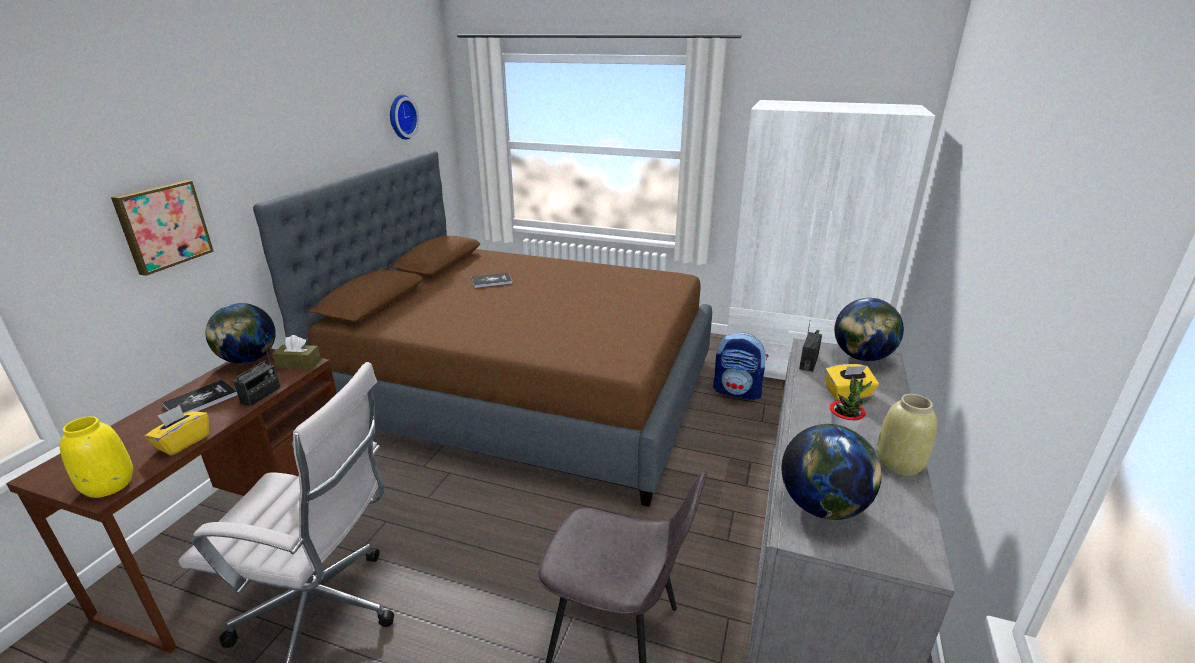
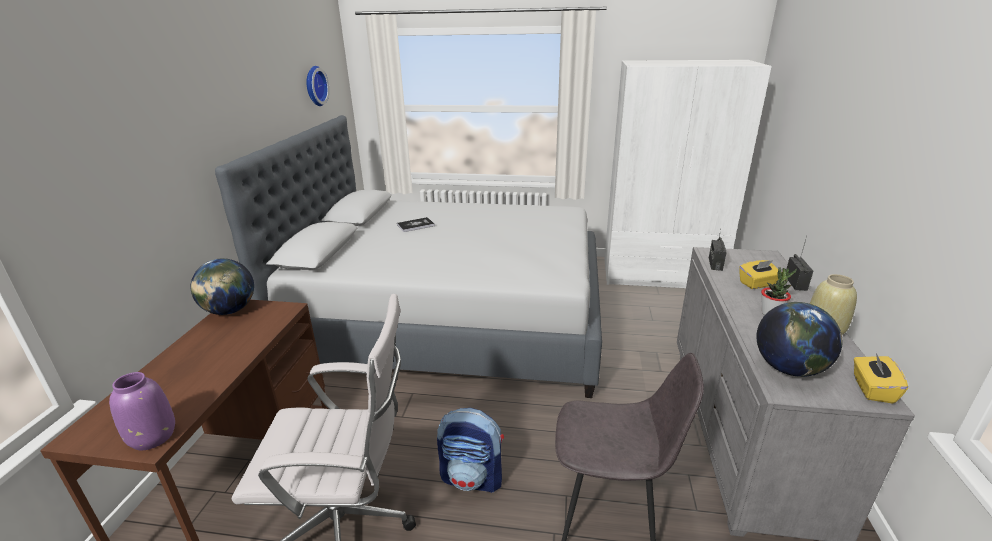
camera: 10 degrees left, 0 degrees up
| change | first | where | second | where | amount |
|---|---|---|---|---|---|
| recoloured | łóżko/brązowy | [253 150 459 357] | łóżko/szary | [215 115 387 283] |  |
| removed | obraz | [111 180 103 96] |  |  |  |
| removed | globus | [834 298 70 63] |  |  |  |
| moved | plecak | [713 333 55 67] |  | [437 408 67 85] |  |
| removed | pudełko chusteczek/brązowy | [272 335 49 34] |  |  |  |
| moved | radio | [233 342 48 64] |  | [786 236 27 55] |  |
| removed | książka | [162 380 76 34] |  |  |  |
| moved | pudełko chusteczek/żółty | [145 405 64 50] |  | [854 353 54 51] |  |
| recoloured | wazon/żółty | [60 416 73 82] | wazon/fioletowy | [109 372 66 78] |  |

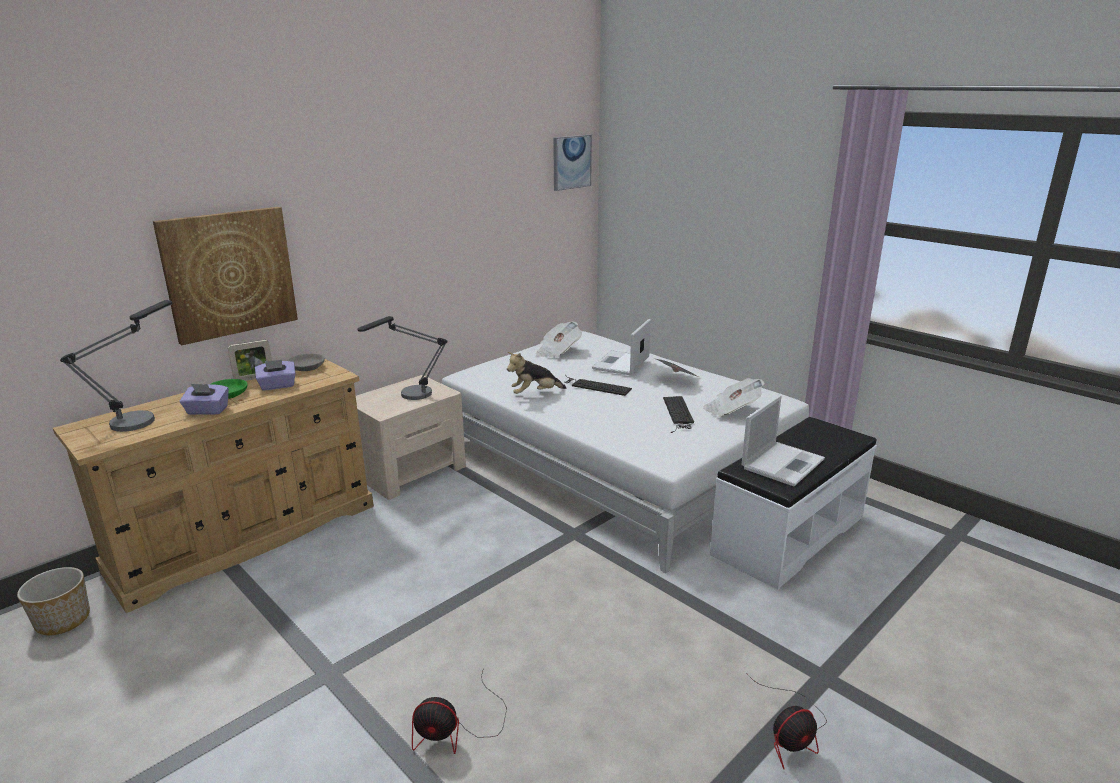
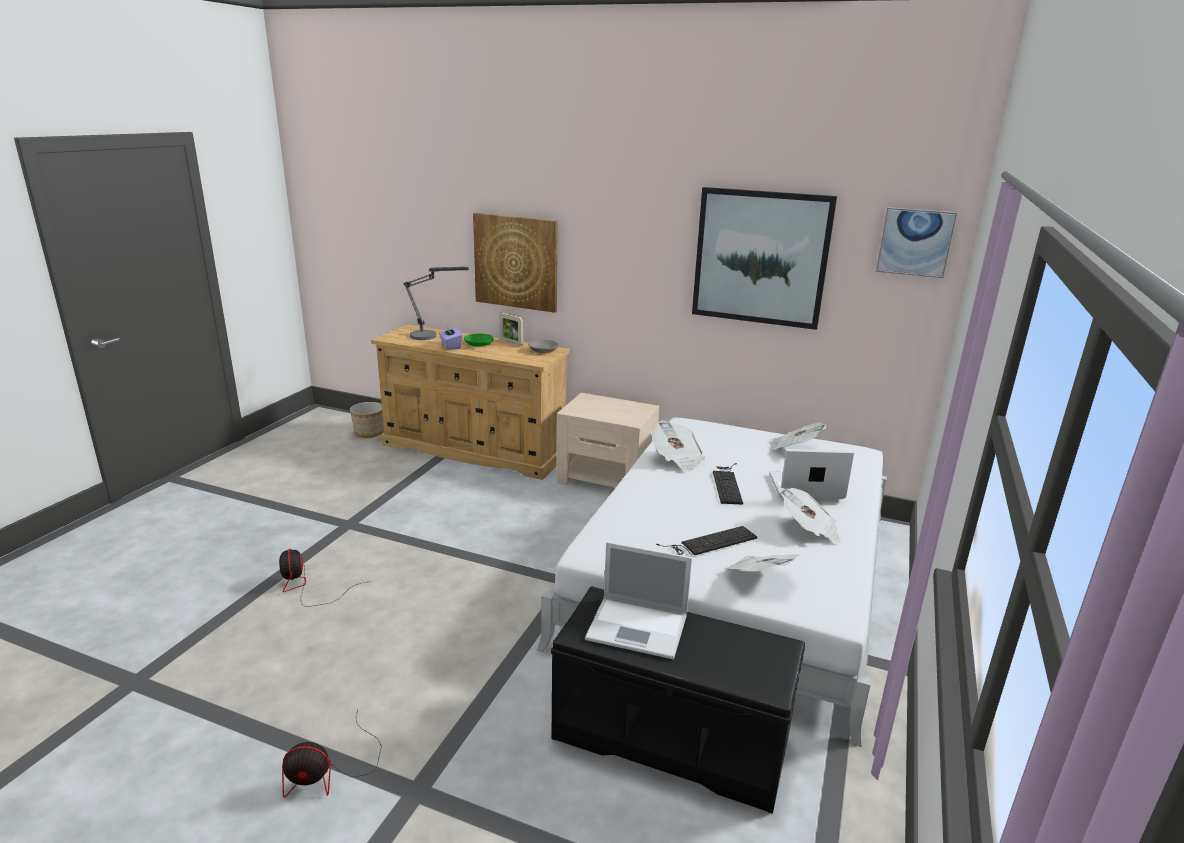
camera: 65 degrees right, 0 degrees up
| change | first | where | second | where | amount |
|---|---|---|---|---|---|
| removed | lampa stołowa | [357 316 90 84] |  |  |  |
| replaced | pluszak | [507 352 60 42] | gazeta | [651 421 54 51] |  |
| removed | pudełko chusteczek/fioletowy | [255 360 41 31] |  |  |  |
| recoloured | ławka/biały | [710 417 167 173] | ławka/czarny | [551 586 254 228] |  |
| turned | wentylator | [746 673 81 96] |  | [282 710 100 88] | 45 degrees counterclockwise |
| added |  |  | obraz | [692 187 145 143] |  |

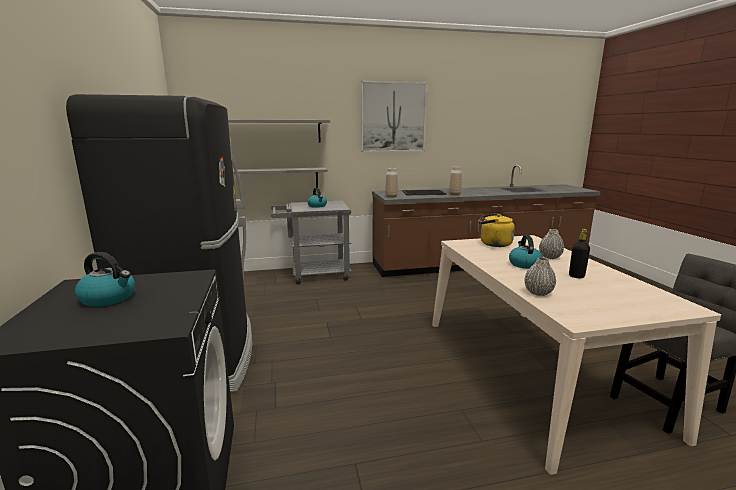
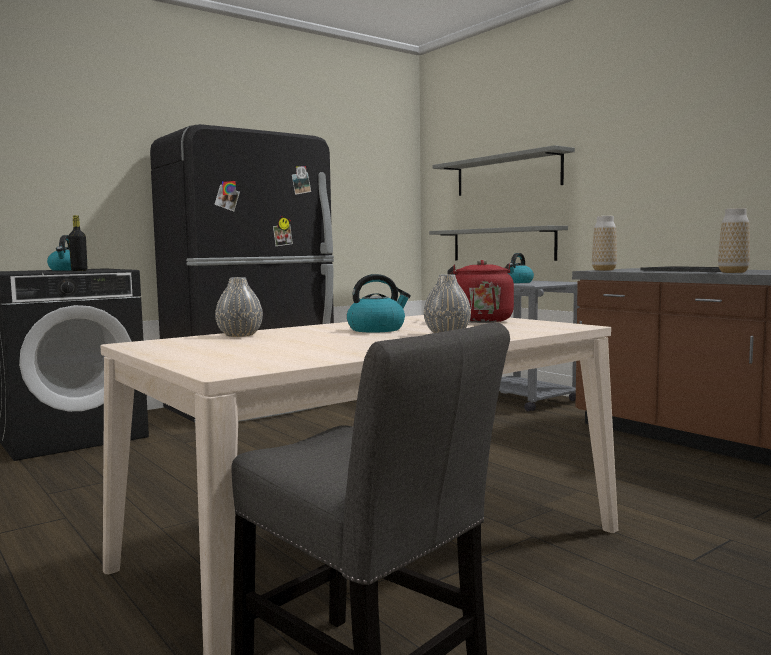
camera: 65 degrees right, 10 degrees down
| change | first | where | second | where | amount |
|---|---|---|---|---|---|
| removed | obraz | [361 81 66 71] |  |  |  |
| recoloured | czajnik/żółty | [479 213 36 34] | czajnik/czerwony | [447 260 67 63] |  |
| moved | butelka/czarny | [569 229 21 49] |  | [68 215 19 56] |  |

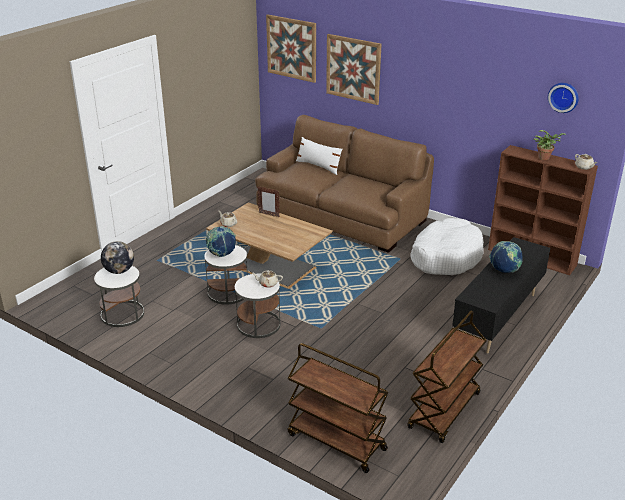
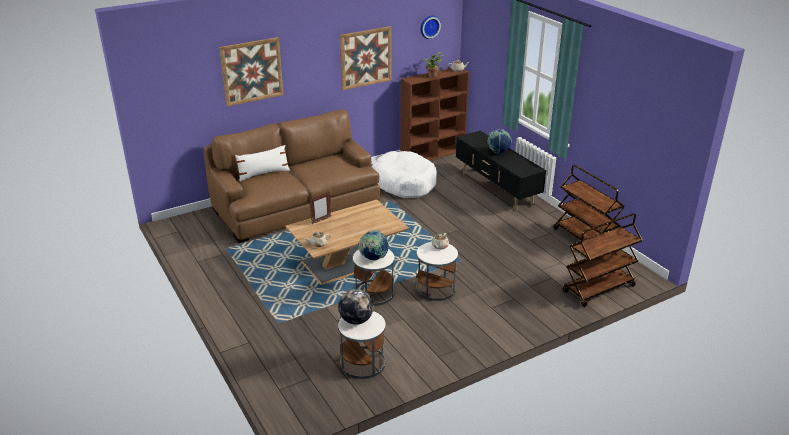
camera: 65 degrees left, 0 degrees up
| change | first | where | second | where | amount |
|---|---|---|---|---|---|
| moved | obraz | [266 14 50 69] |  | [340 26 52 64] |  |

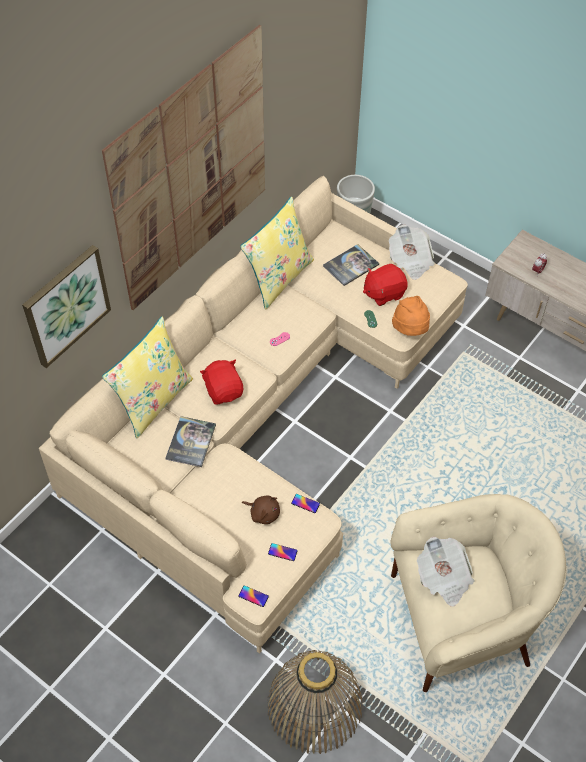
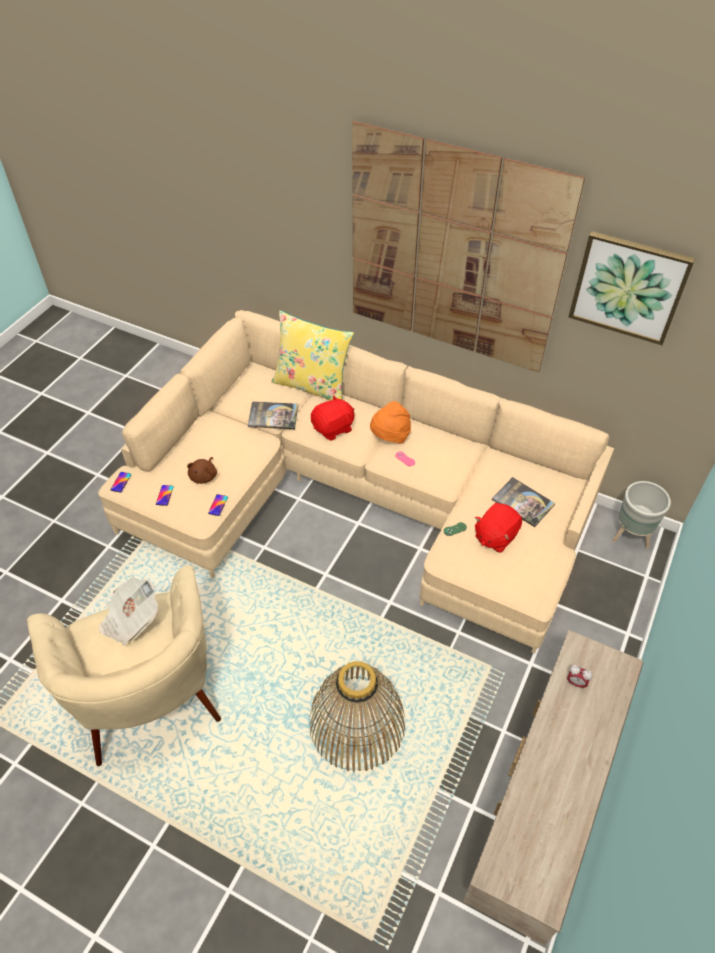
camera: 80 degrees right, 5 degrees down
| change | first | where | second | where | amount |
|---|---|---|---|---|---|
| removed | poduszka/żółty | [240 196 74 114] |  |  |  |
| removed | gazeta | [389 224 46 56] |  |  |  |
| moved | obraz | [22 245 89 123] |  | [569 231 126 114] |  |
| turned | pluszak/czerwony | [363 264 45 42] |  | [475 503 47 50] | 105 degrees counterclockwise |
| moved | kapelusz/pomarańczowy | [392 296 38 40] |  | [370 401 41 43] |  |
| moved | koszyk | [267 650 95 104] |  | [309 661 96 111] |  |

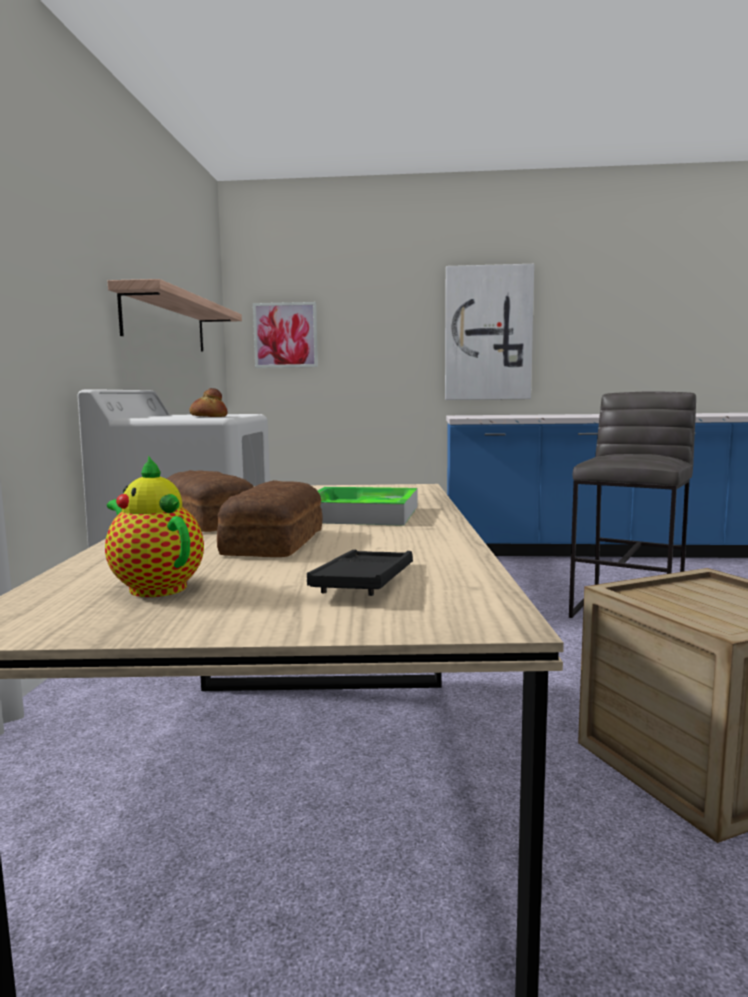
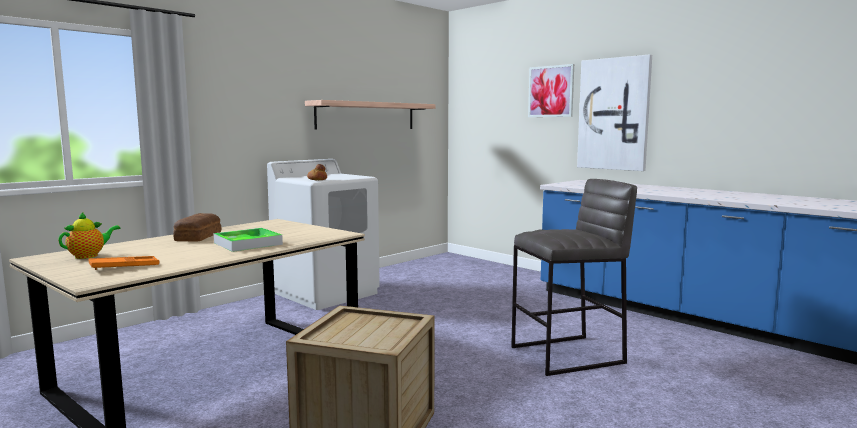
camera: 40 degrees right, 0 degrees up
| change | first | where | second | where | amount |
|---|---|---|---|---|---|
| moved | obraz | [253 302 65 66] |  | [528 64 46 53] |  |
| turned | imbryk | [105 456 99 141] |  | [58 212 62 47] | 45 degrees clockwise |
| removed | chleb | [217 480 106 77] |  |  |  |
| recoloured | taca/czarny | [307 550 106 46] | taca/pomarańczowy | [89 256 70 14] |  |

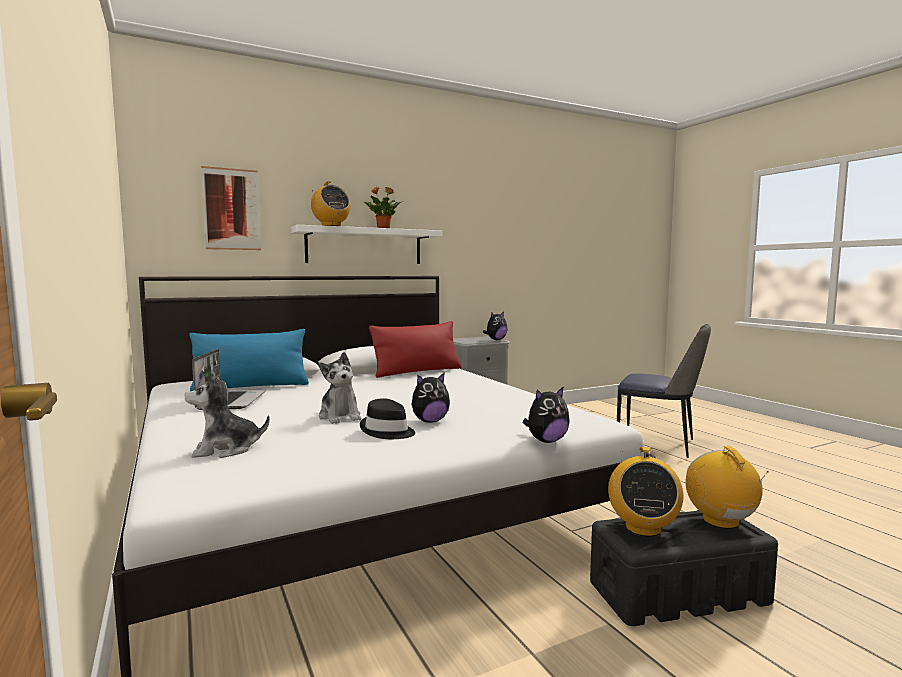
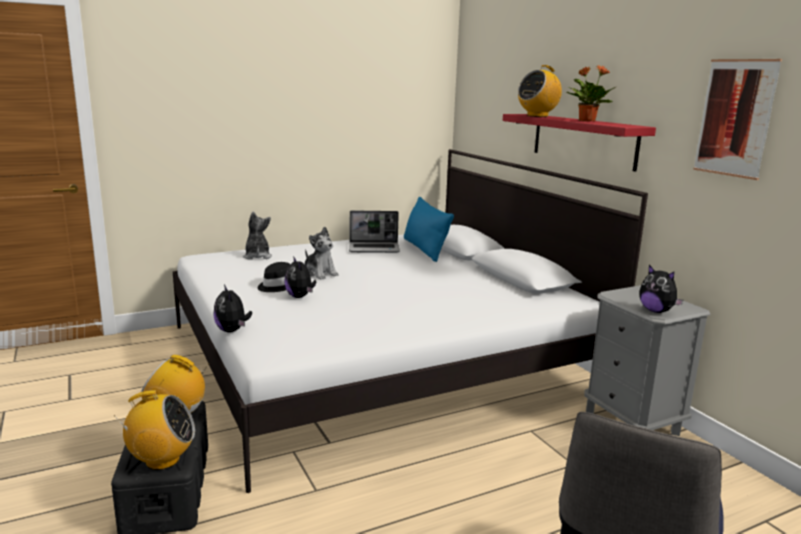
camera: 90 degrees right, 10 degrees up
| change | first | where | second | where | amount |
|---|---|---|---|---|---|
| moved | obraz | [201 166 60 84] |  | [693 59 89 121] |  |
| recoloured | półka/biały | [291 225 152 39] | półka/czerwony | [503 114 153 58] |  |
| removed | poduszka/czerwony | [369 321 92 57] |  |  |  |
| turned | pluszak | [319 352 42 72] |  | [304 227 35 52] | 105 degrees counterclockwise |

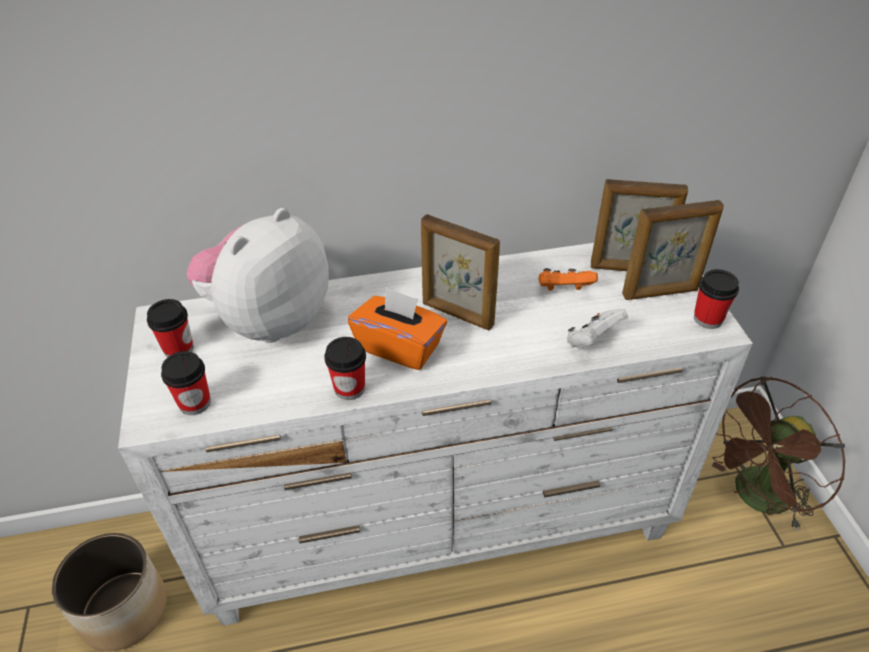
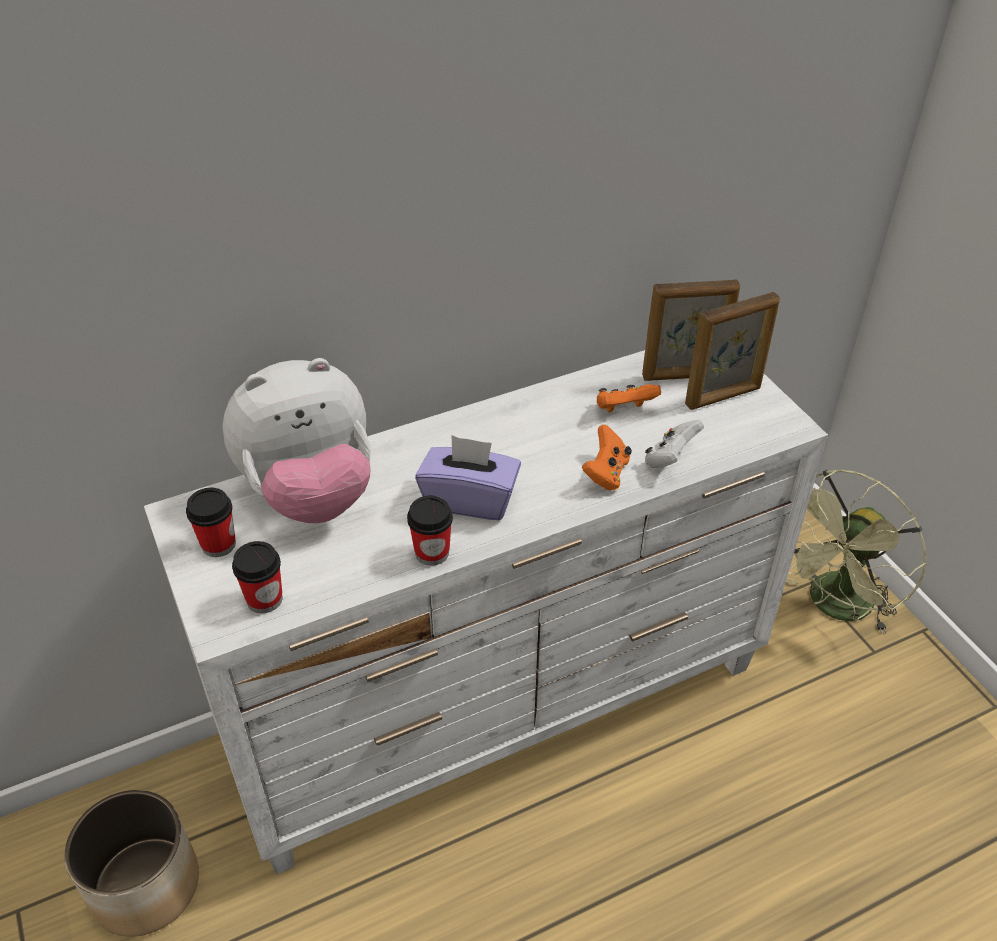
camera: 15 degrees left, 0 degrees up
| change | first | where | second | where | amount |
|---|---|---|---|---|---|
| turned | pluszak | [187 208 142 135] |  | [223 358 148 165] | 135 degrees counterclockwise |
| removed | ramka na zdjęcie | [421 214 79 117] |  |  |  |
| removed | filiżanka | [694 269 45 60] |  |  |  |
| recoloured | pudełko chusteczek/pomarańczowy | [348 287 99 83] | pudełko chusteczek/fioletowy | [415 435 106 85] |  |
| recoloured | wentylator/brązowy | [712 376 133 155] | wentylator/zielony | [786 469 141 164] |  |
| added |  |  | pad do gier/pomarańczowy | [582 425 50 66] |  |

